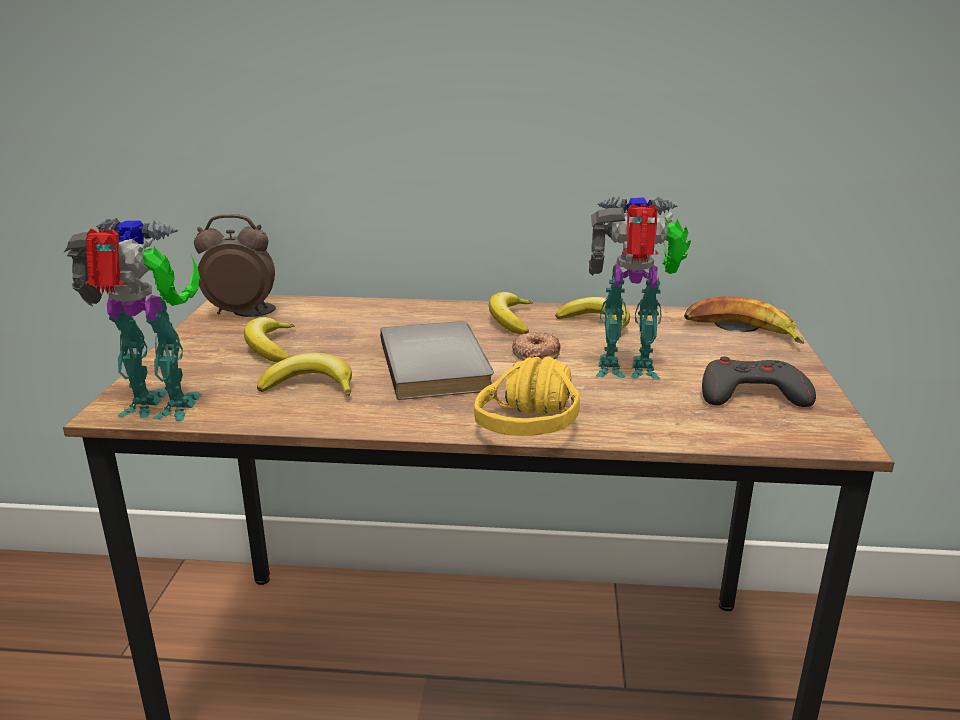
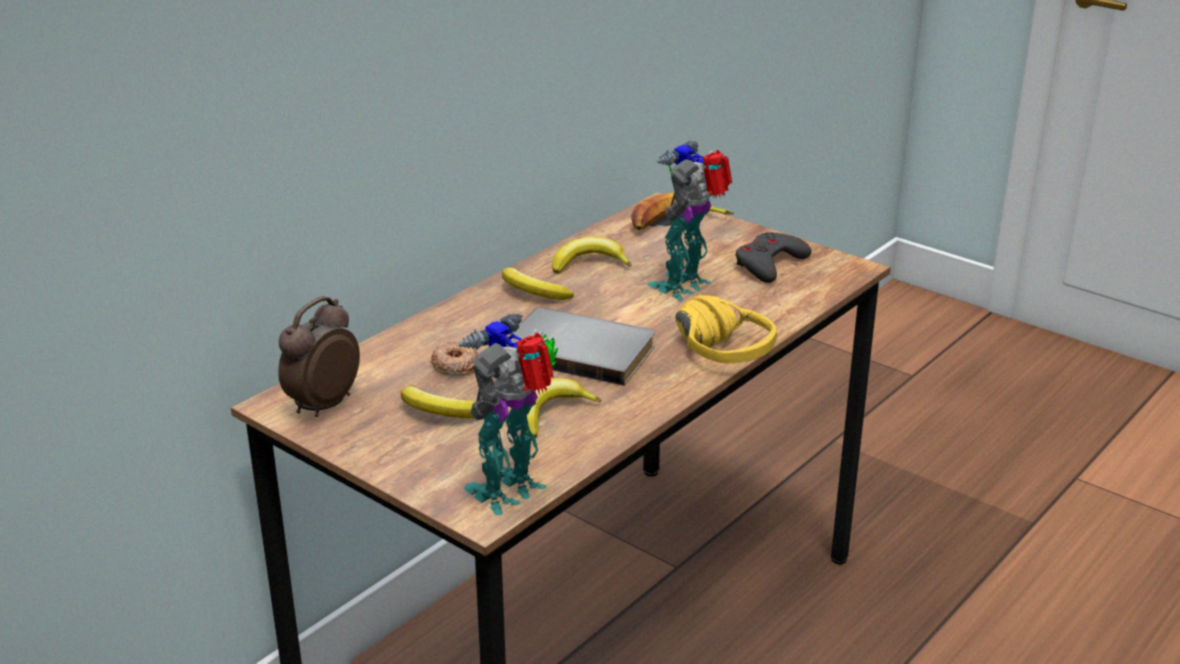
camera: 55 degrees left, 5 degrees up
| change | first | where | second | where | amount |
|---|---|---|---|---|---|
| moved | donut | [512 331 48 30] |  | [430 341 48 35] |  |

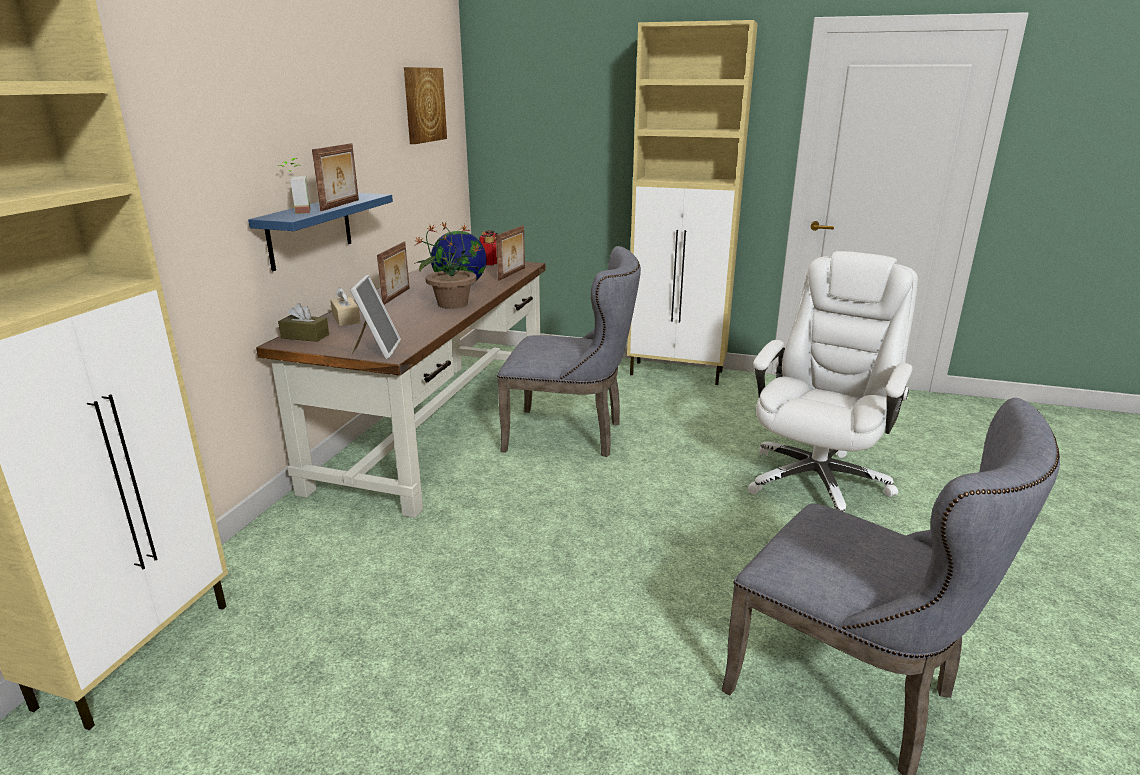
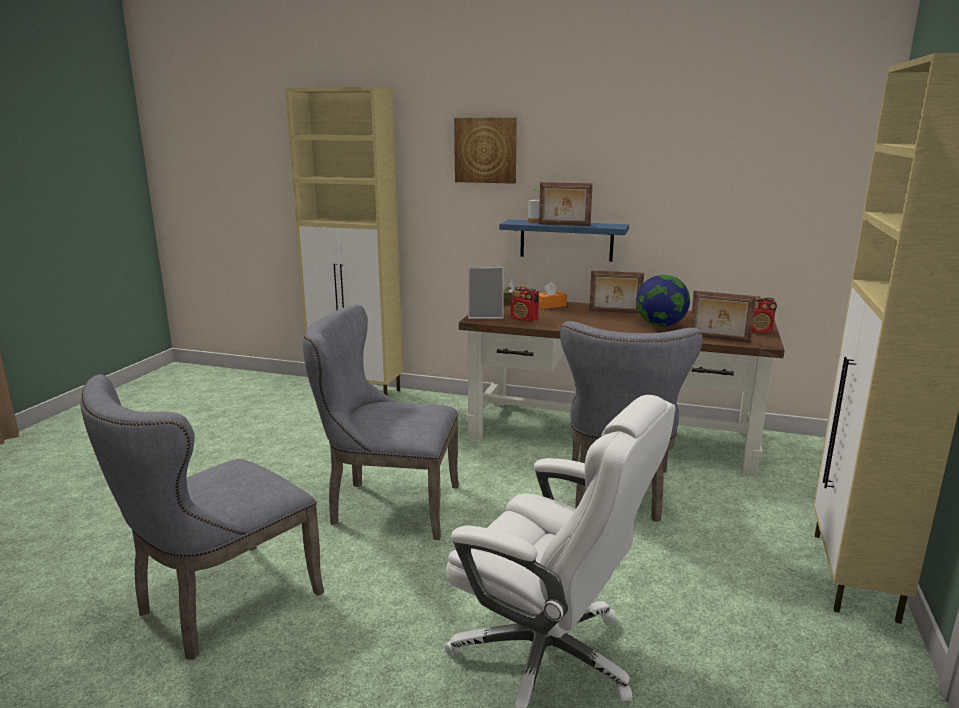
camera: 90 degrees right, 5 degrees down
| change | first | where | second | where | amount |
|---|---|---|---|---|---|
| moved | obraz | [404 67 43 77] |  | [454 117 63 67] |  |
| removed | roślina doniczkowa | [414 222 69 87] |  |  |  |
| recoloured | pudełko chusteczek/beżowy | [330 287 31 39] | pudełko chusteczek/pomarańczowy | [538 282 29 27] |  |
| added |  |  | radio | [511 285 28 37] |  |
| added |  |  | krzesło/szary | [302 304 157 236] |  |

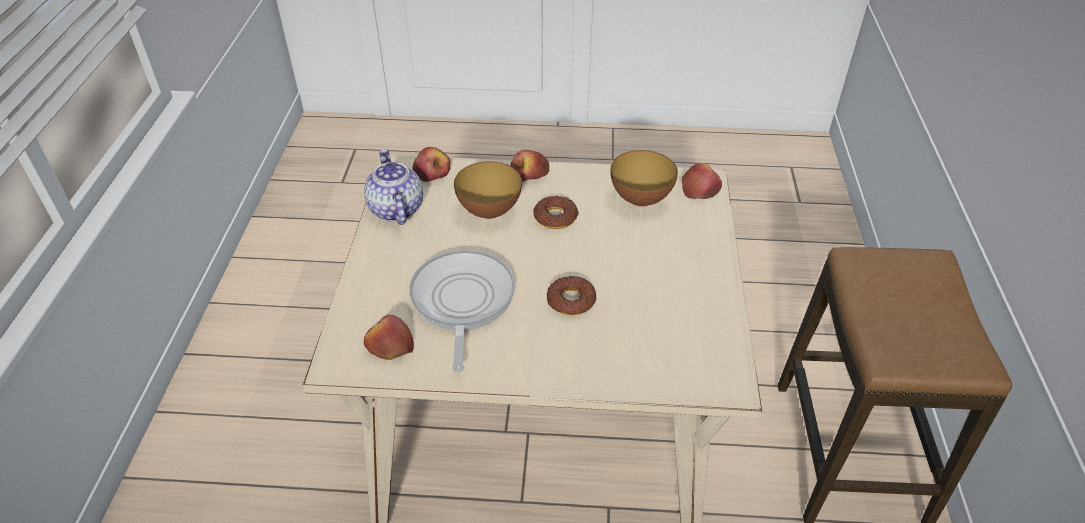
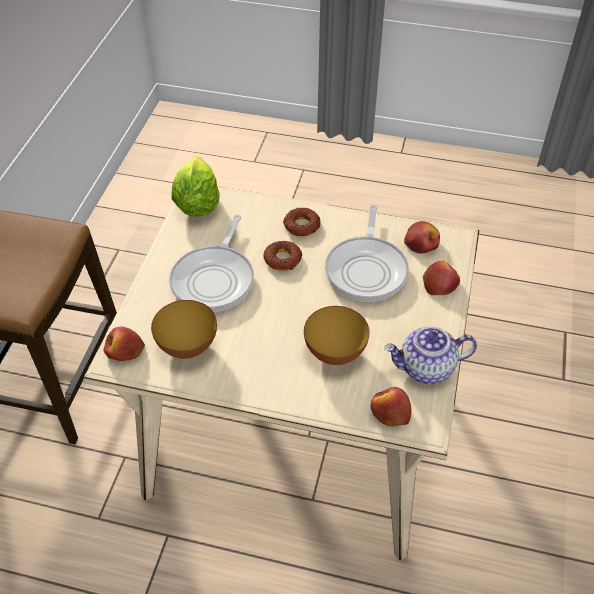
camera: 170 degrees left, 5 degrees up
| change | first | where | second | where | amount |
|---|---|---|---|---|---|
| turned | imbryk | [364 149 59 76] |  | [384 326 93 58] | 90 degrees clockwise |
| moved | jabłko | [510 150 39 32] |  | [423 261 37 34] |  |
| moved | donut | [533 196 46 33] |  | [283 207 38 30] |  |
| added |  |  | sałata | [171 156 48 61] |  |
| added |  |  | patelnia | [169 215 85 97] |  |

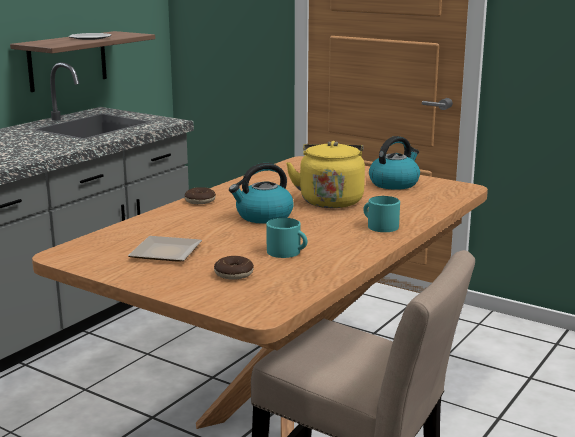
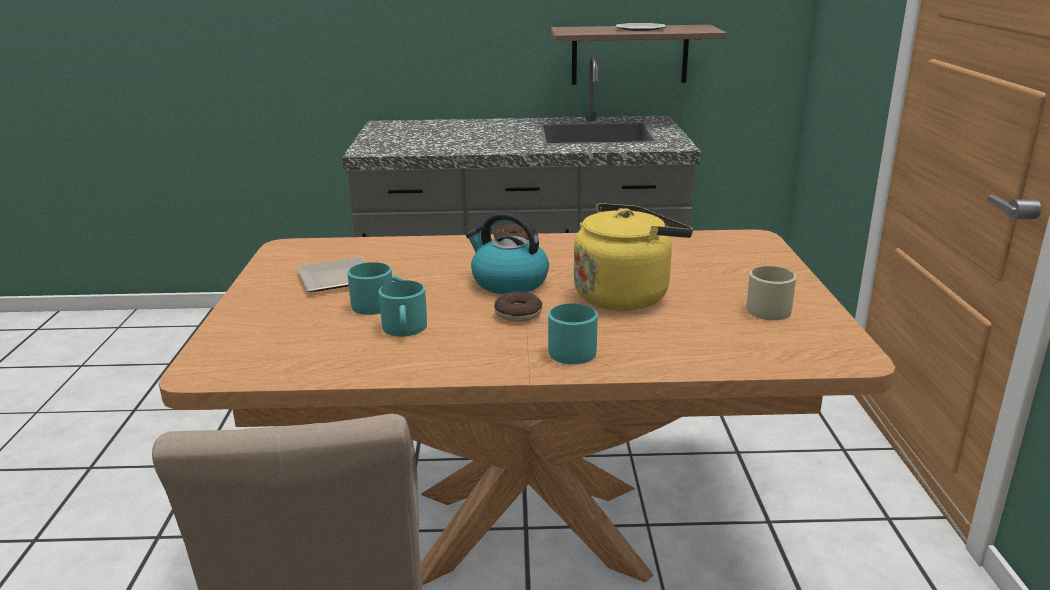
camera: 55 degrees right, 5 degrees up
| change | first | where | second | where | amount |
|---|---|---|---|---|---|
| replaced | czajnik | [369 136 51 54] | kubek/beżowy | [747 266 49 54] |  |
| moved | donut | [214 256 40 24] |  | [494 292 48 30] |  |
| added |  |  | kubek/turkusowy | [347 262 56 53] |  |

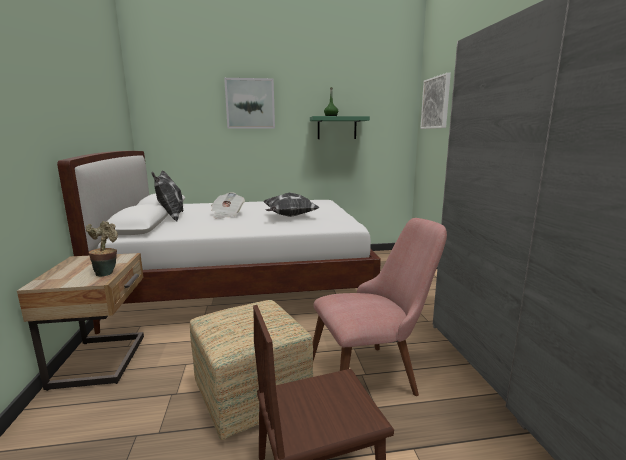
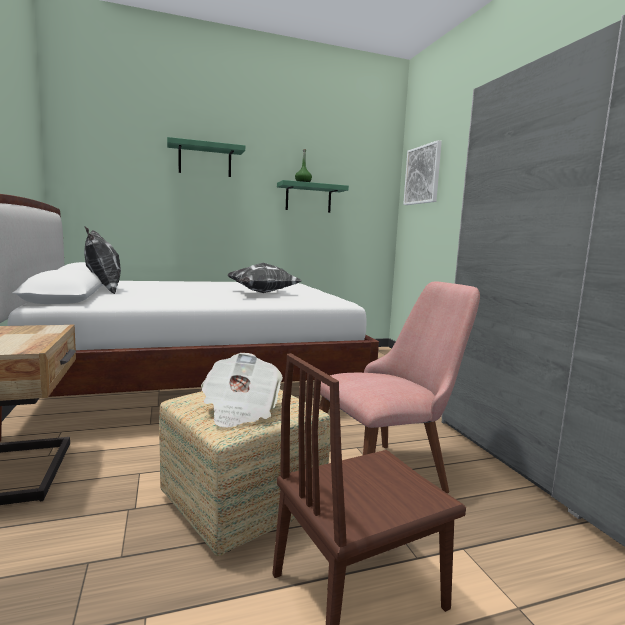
camera: 10 degrees left, 5 degrees down
| change | first | where | second | where | amount |
|---|---|---|---|---|---|
| replaced | obraz | [224 78 51 51] | półka/zielony | [167 137 78 40] |  |
| moved | gazeta | [211 192 34 27] |  | [201 353 82 74] |  |
| removed | roślina doniczkowa | [86 221 32 56] |  |  |  |

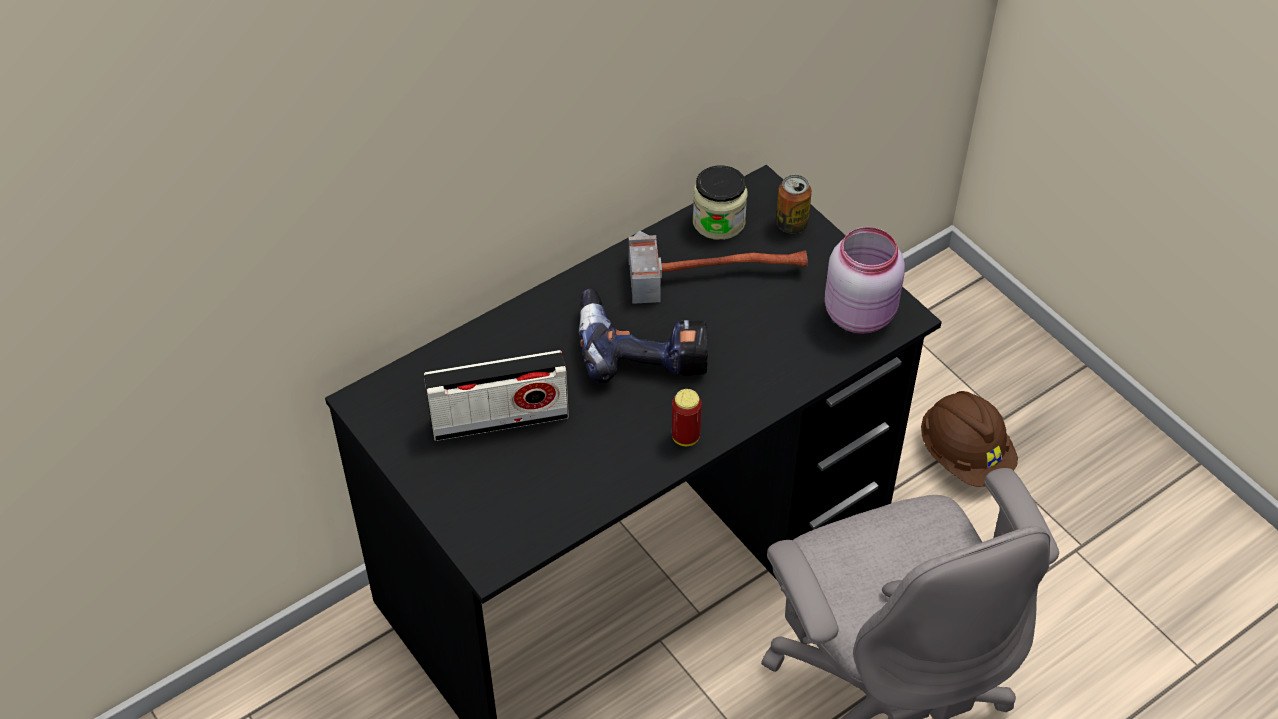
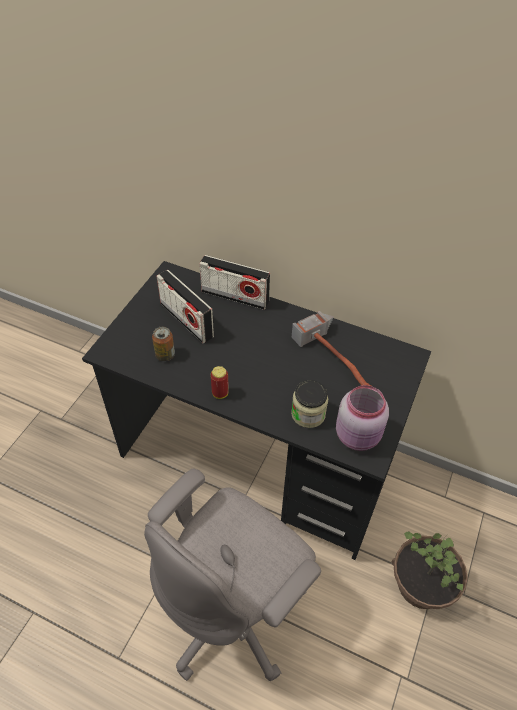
camera: 60 degrees right, 0 degrees up
| change | first | where | second | where | amount |
|---|---|---|---|---|---|
| moved | słoik | [693 165 54 75] |  | [291 380 37 48] |  |
| moved | puszka | [776 175 36 59] |  | [152 327 23 34] |  |
| removed | wiertarka | [579 289 129 94] |  |  |  |
| replaced | kask/brązowy | [921 391 97 96] | roślina doniczkowa | [392 531 76 78] |  |
| added |  |  | radio | [199 255 71 55] |  |

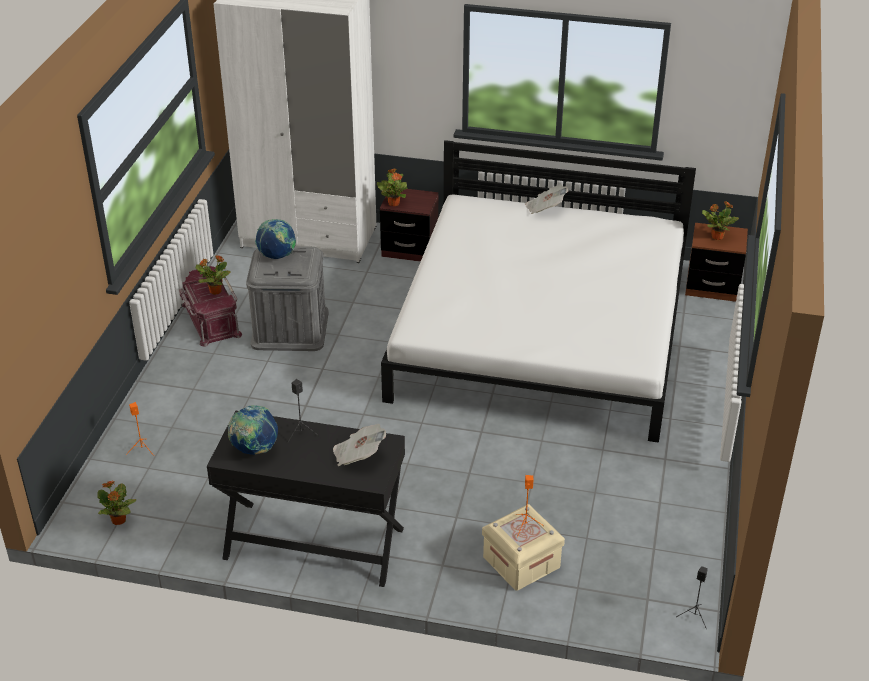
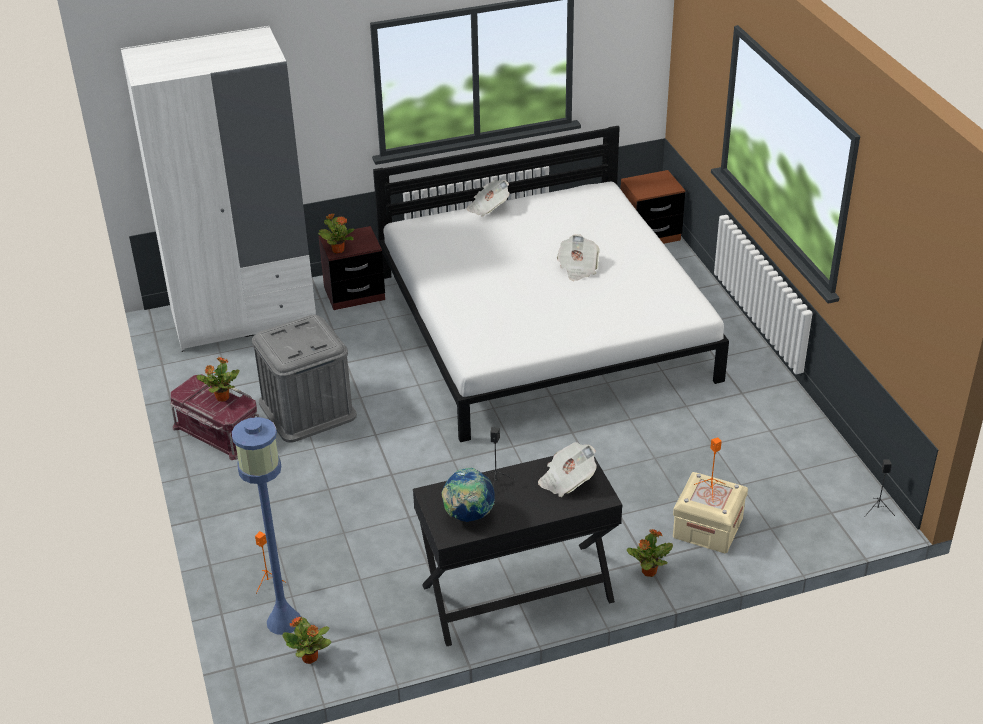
camera: 30 degrees left, 0 degrees up
| change | first | where | second | where | amount |
|---|---|---|---|---|---|
| moved | roślina doniczkowa | [702 201 37 39] |  | [627 529 46 48] |  |
| removed | globus | [255 219 41 40] |  |  |  |
| added |  |  | gazeta | [557 234 43 47] |  |
| added |  |  | lampa stojąca/niebieski | [232 417 69 218] |  |

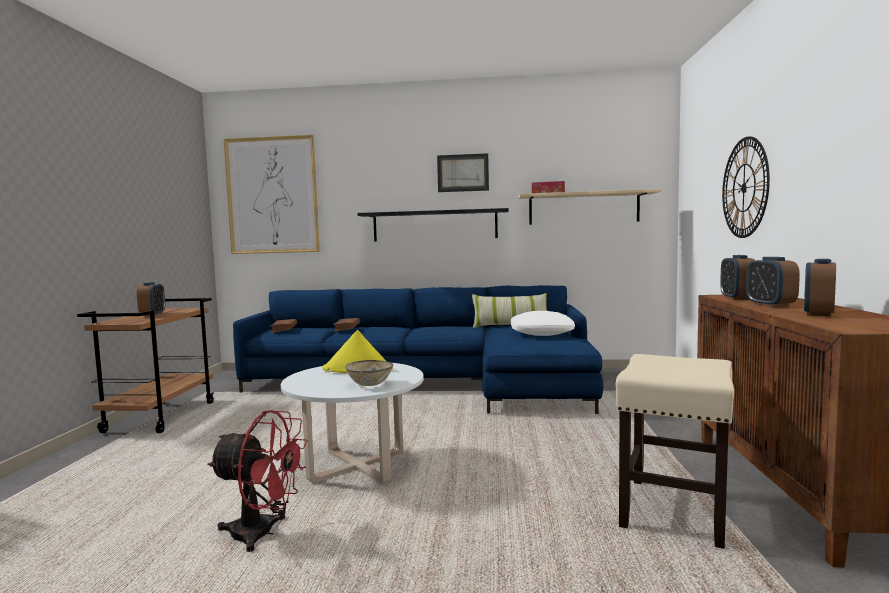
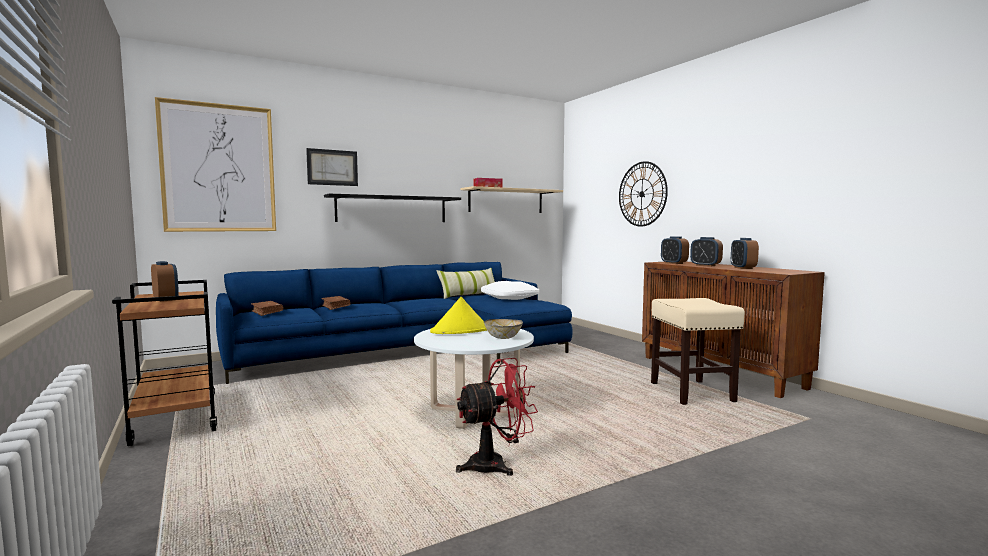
camera: 35 degrees left, 0 degrees up
| change | first | where | second | where | amount |
|---|---|---|---|---|---|
| moved | obraz | [437 153 52 39] |  | [306 148 52 38] |  |

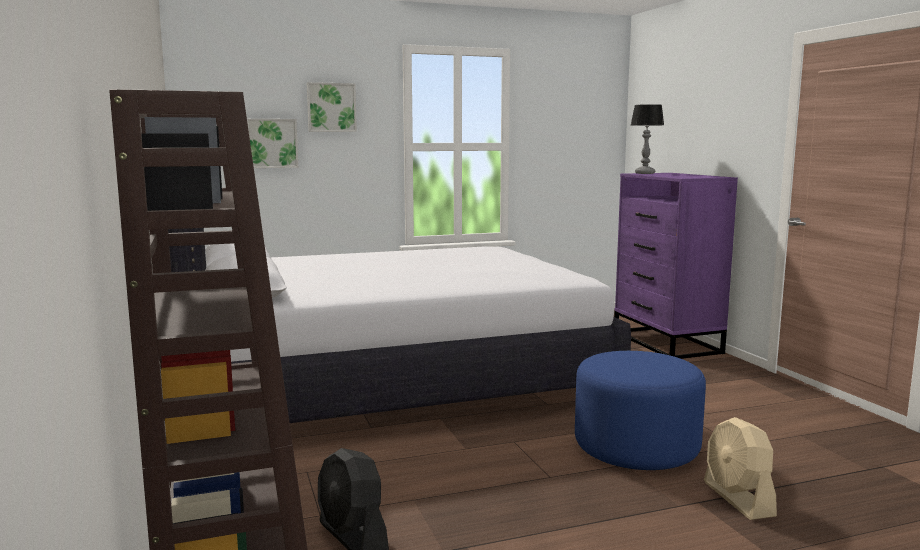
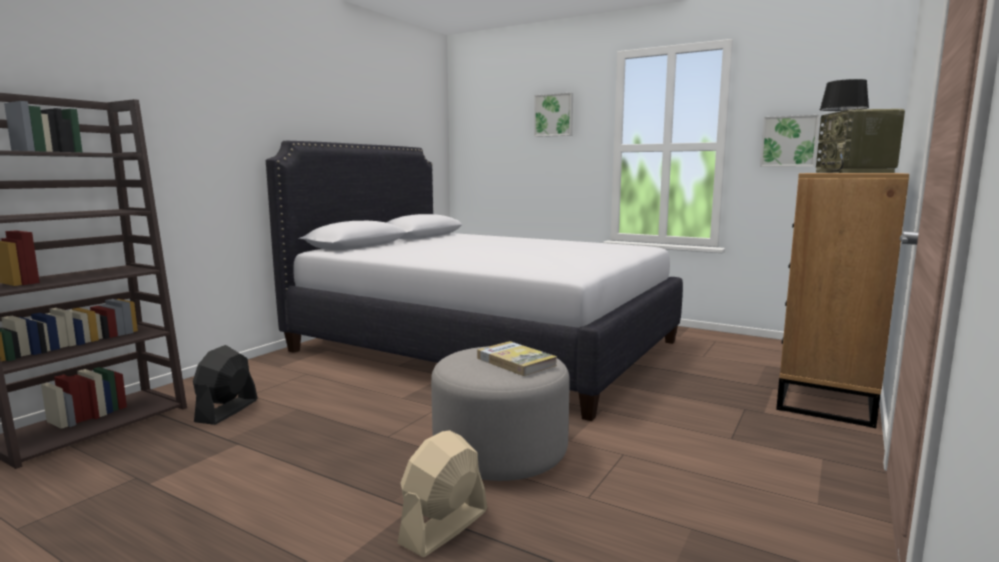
camera: 50 degrees right, 0 degrees up
| change | first | where | second | where | amount |
|---|---|---|---|---|---|
| moved | obraz | [247 119 51 49] |  | [760 115 60 52] |  |
| recoloured | komoda/fioletowy | [614 173 124 186] | komoda/brązowy | [776 173 133 255] |  |
| recoloured | pufa/niebieski | [575 351 131 119] | pufa/szary | [431 346 139 135] |  |
| added |  |  | radio | [816 109 89 64] |  |
| added |  |  | książka | [477 341 80 35] |  |

